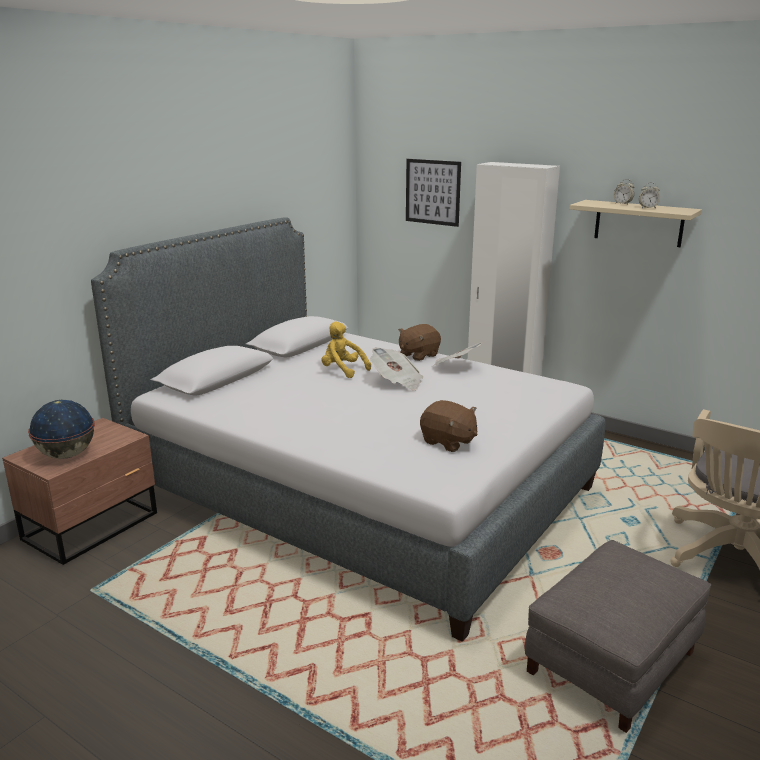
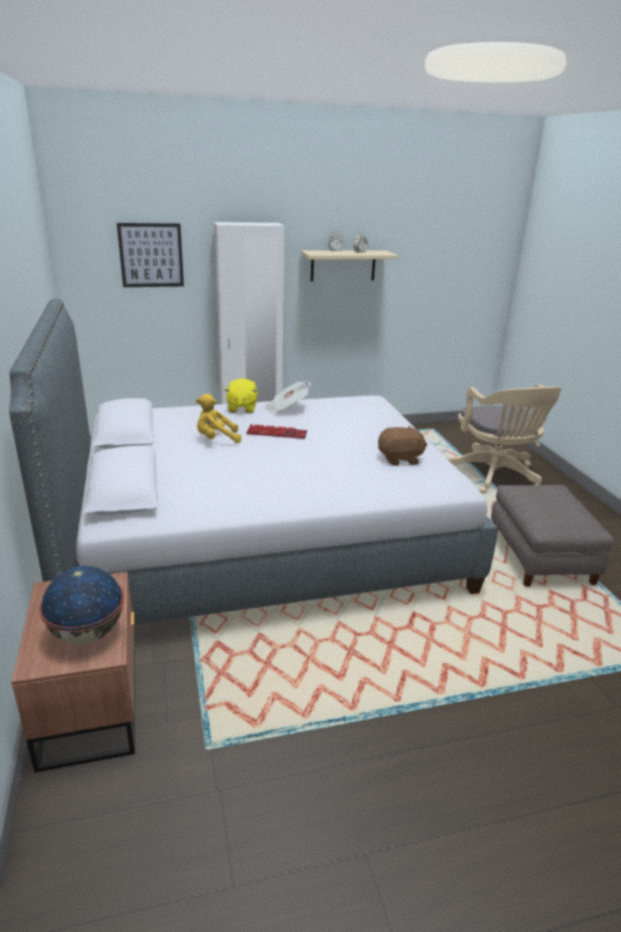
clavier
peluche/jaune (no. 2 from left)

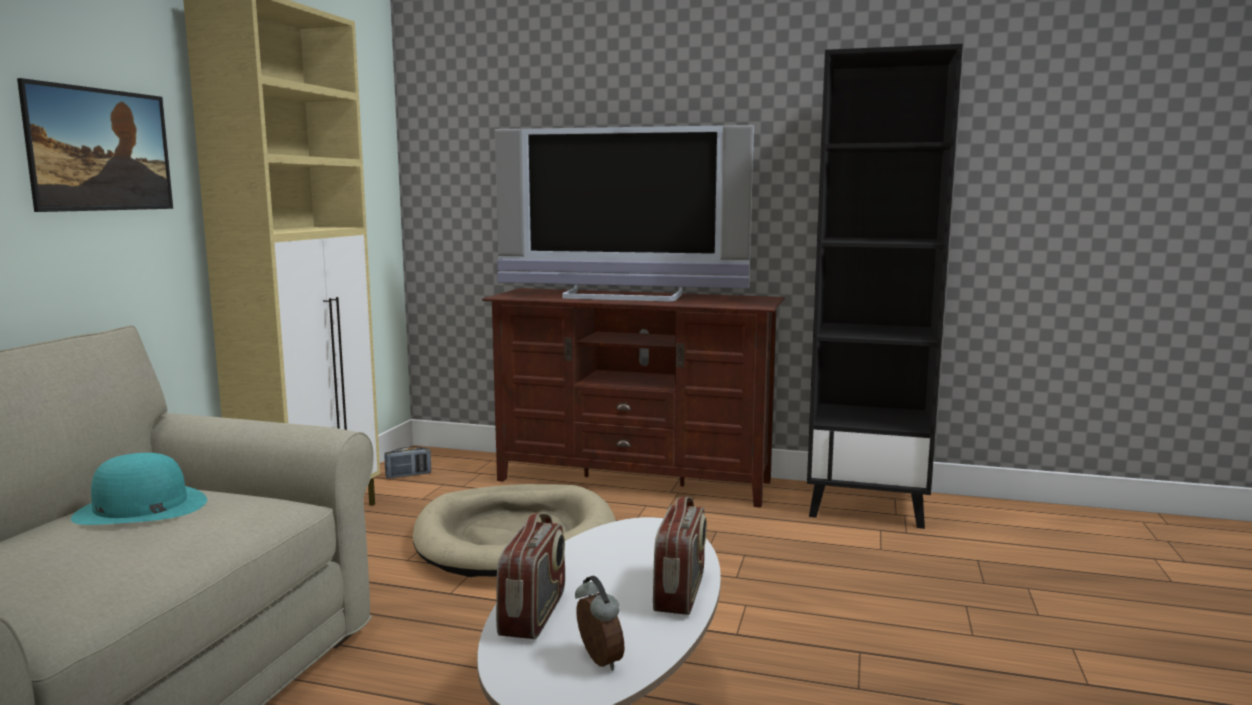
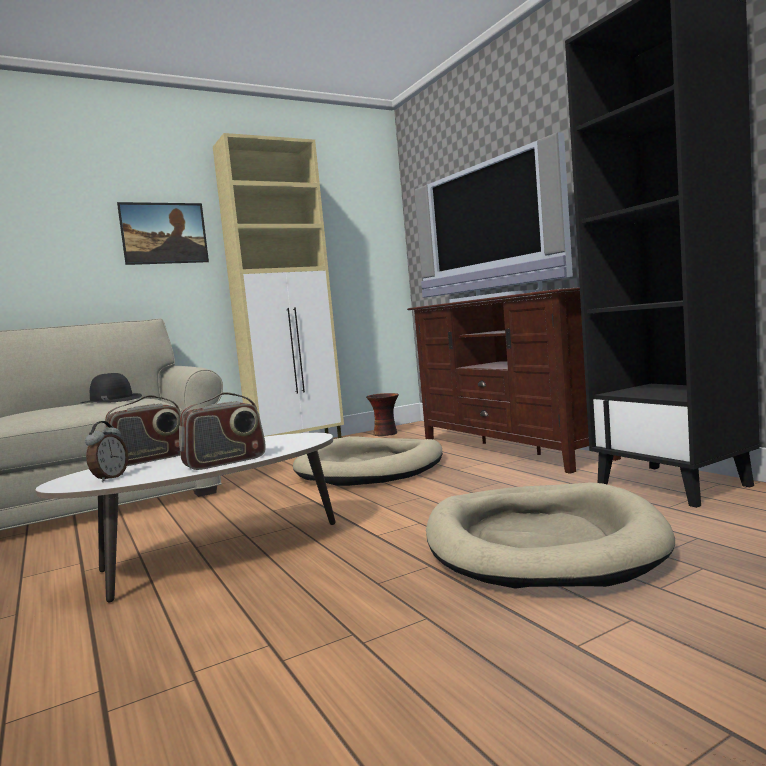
panier pour chien/beige (no. 2 from left)
vase
chapeau/noir

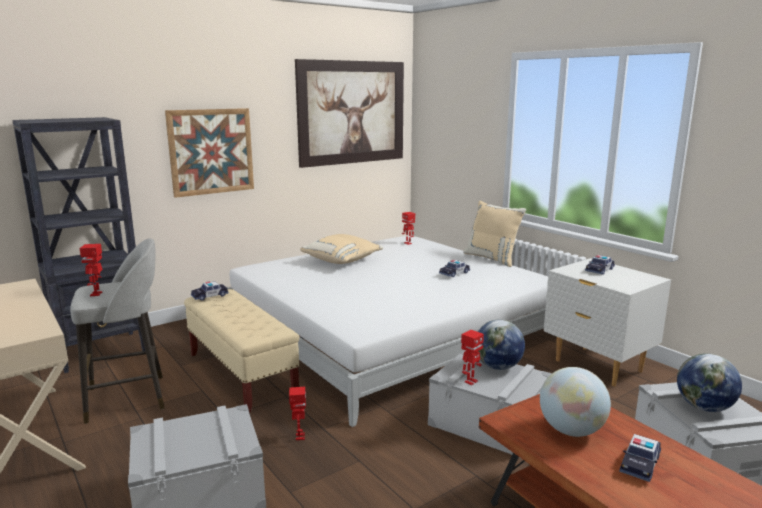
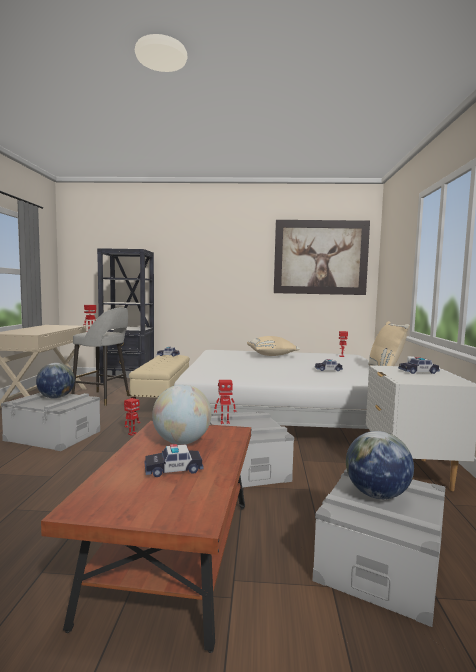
tableau (no. 1 from left in the first image)
globe (no. 1 from left)

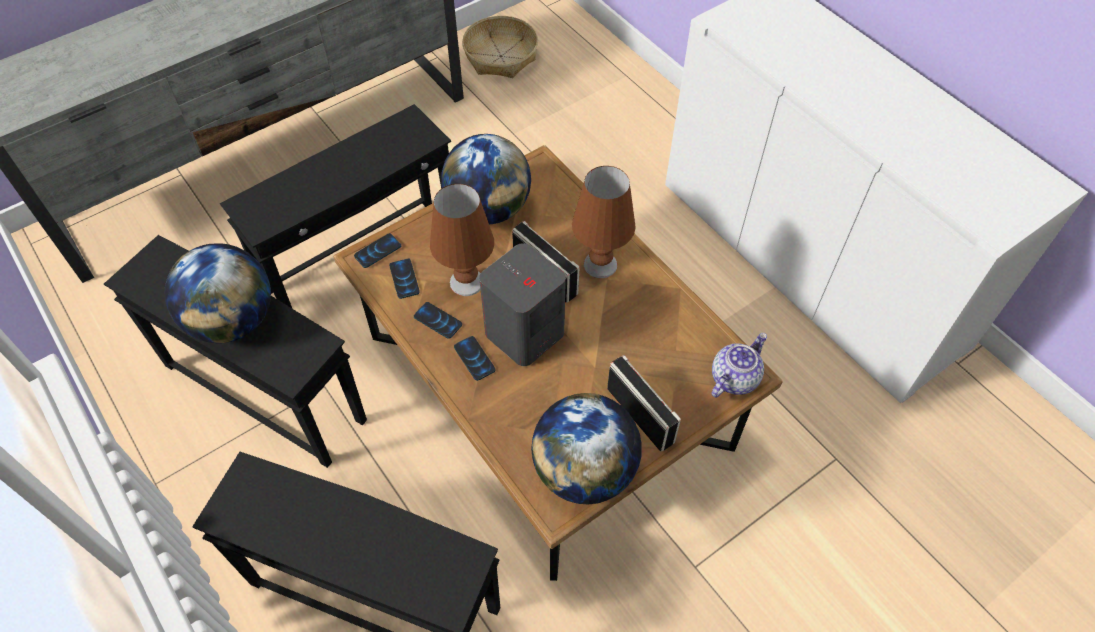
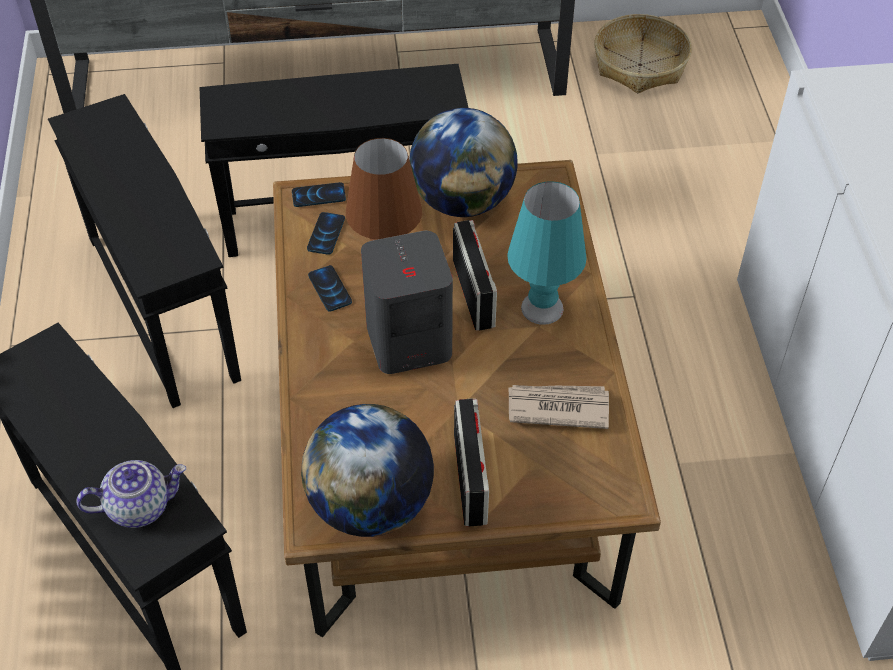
globe (no. 1 from left in the first image)
téléphone (no. 4 from left in the first image)
journal
théière
lampe de table/turquoise

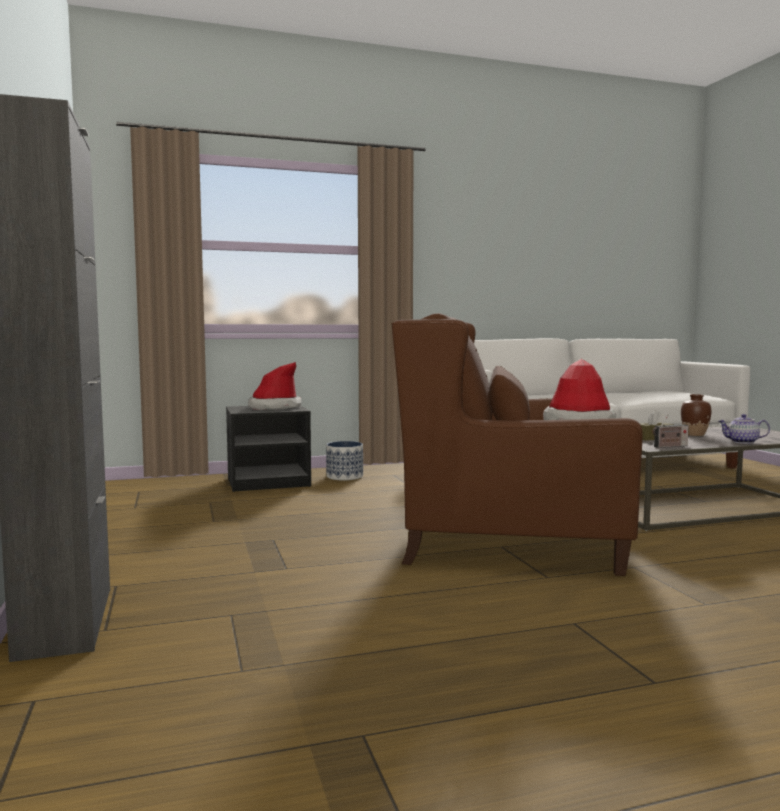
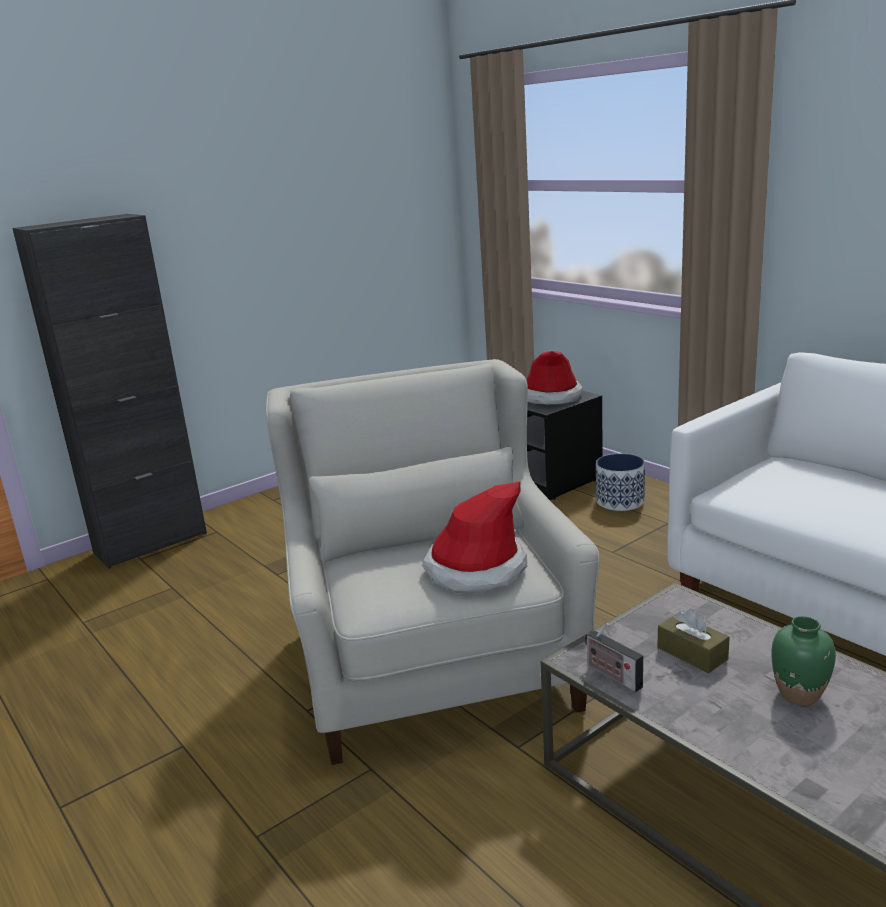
théière
fauteuil/blanc
vase/vert

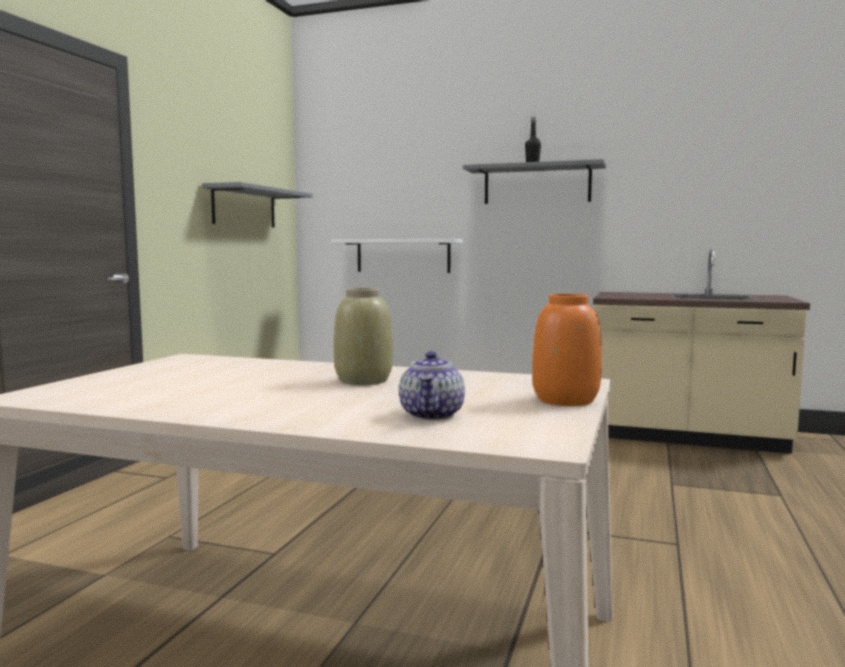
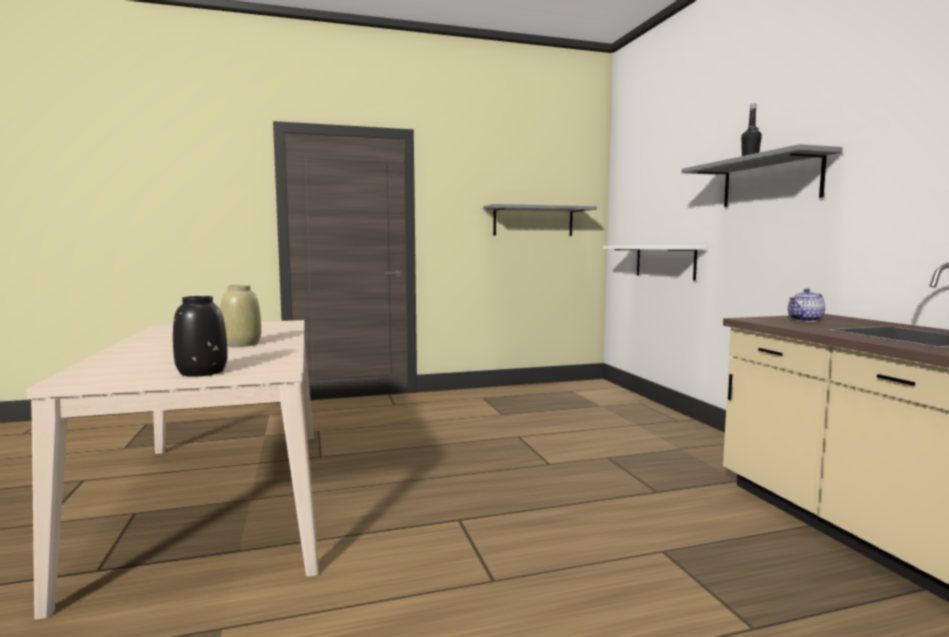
théière
vase/noir

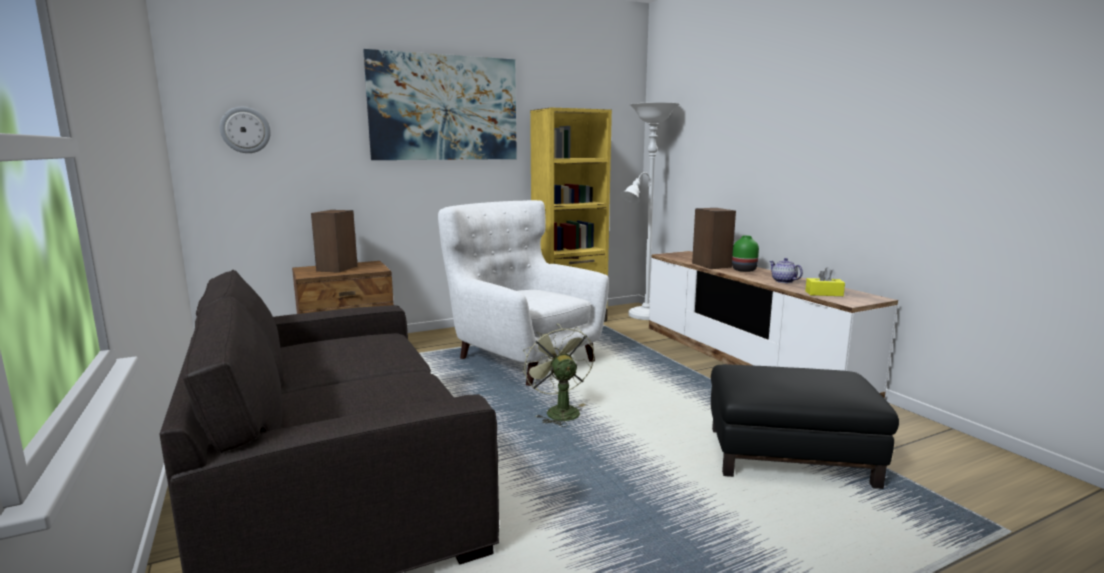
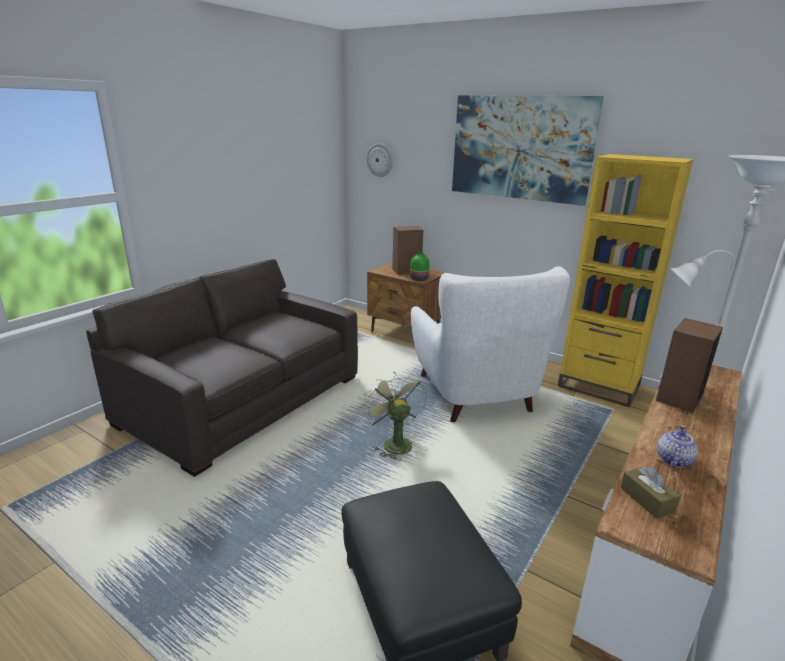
vase/vert
boîte à mouchoirs/marron
fauteuil/blanc
ventilateur/vert

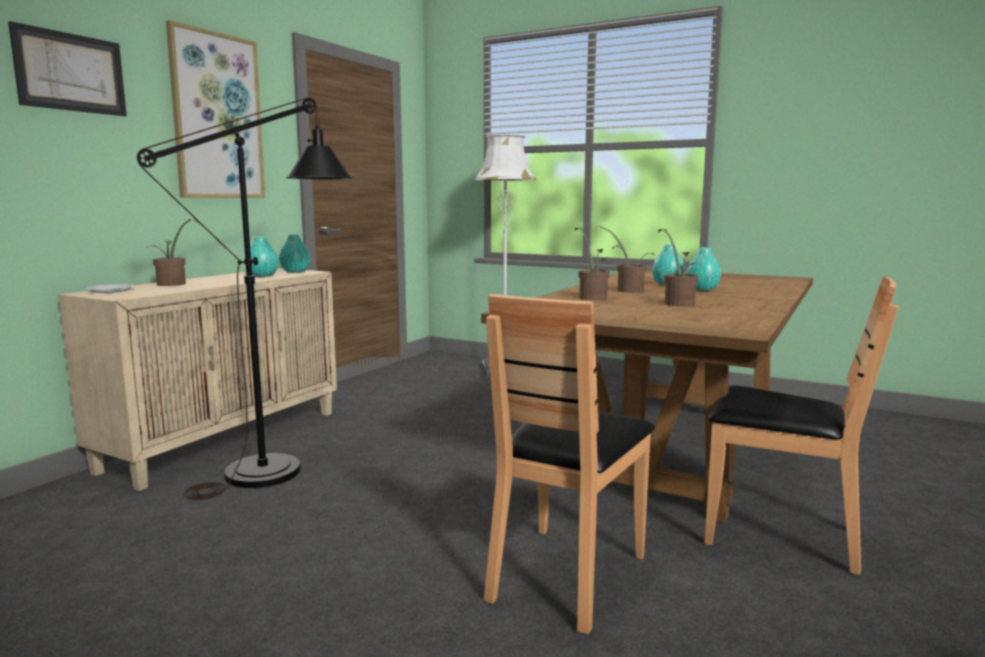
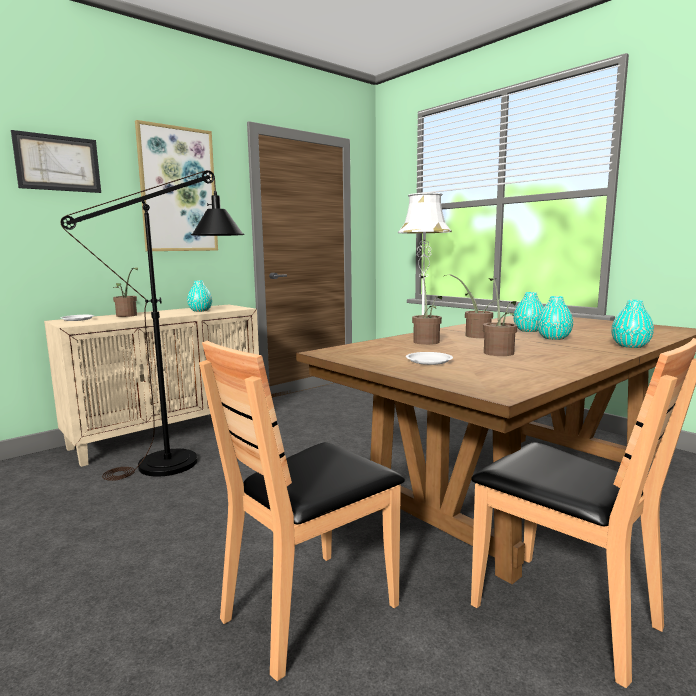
assiette/blanc (no. 2 from left)
vase/turquoise (no. 4 from left)

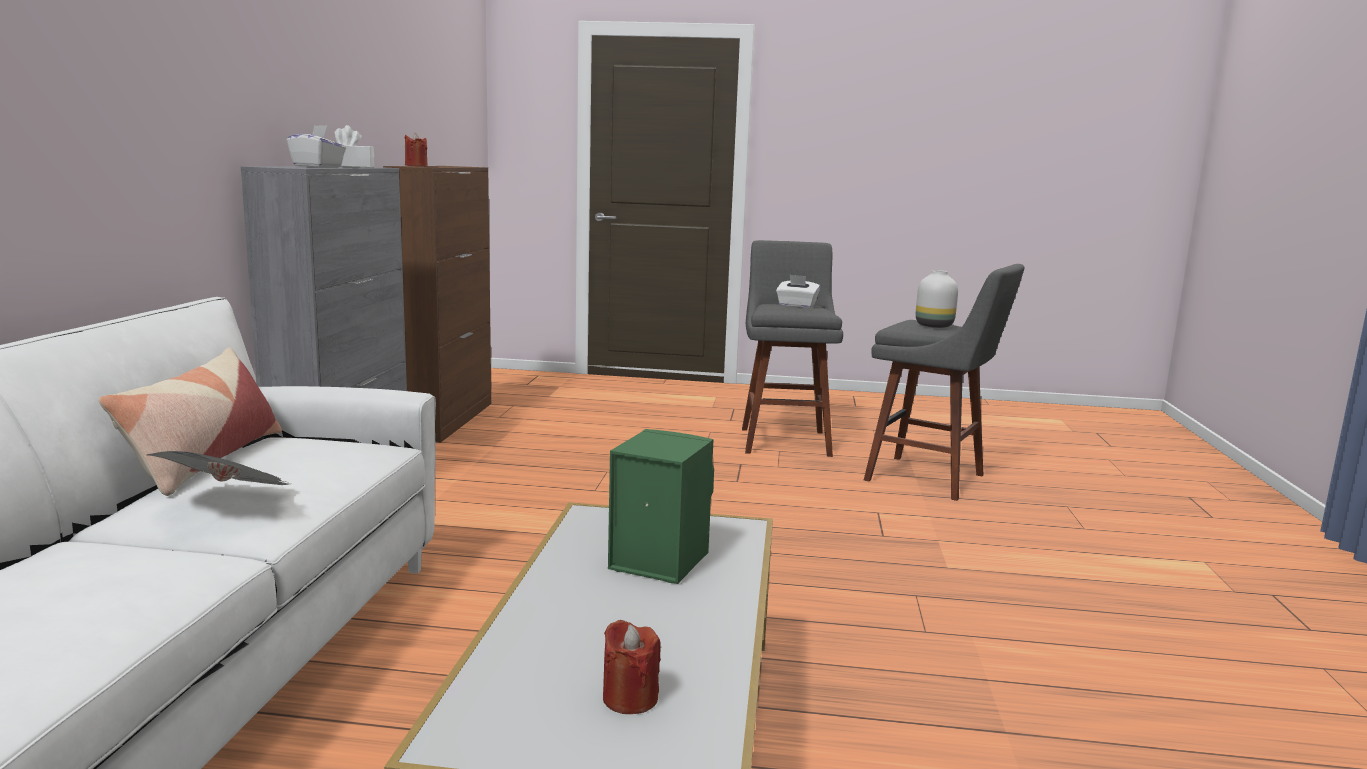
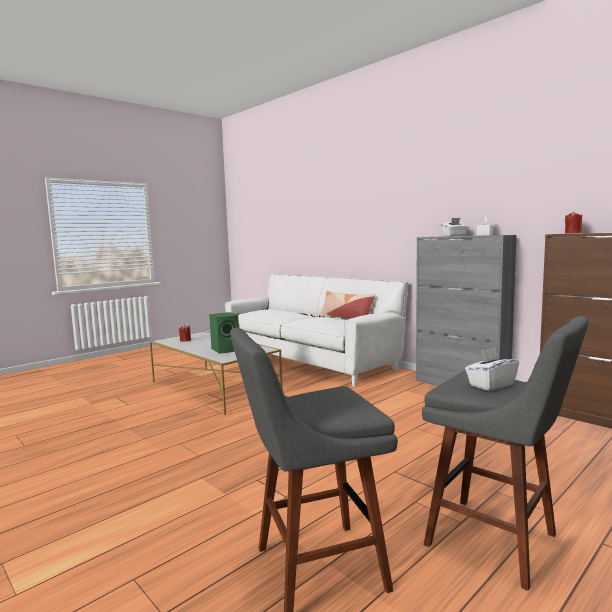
journal
vase/blanc

